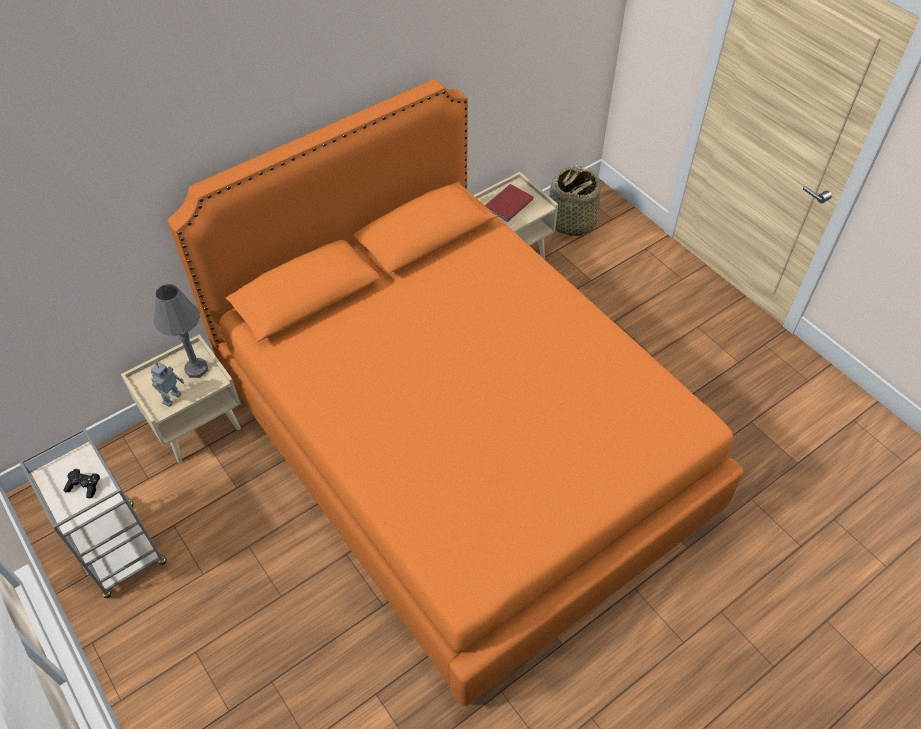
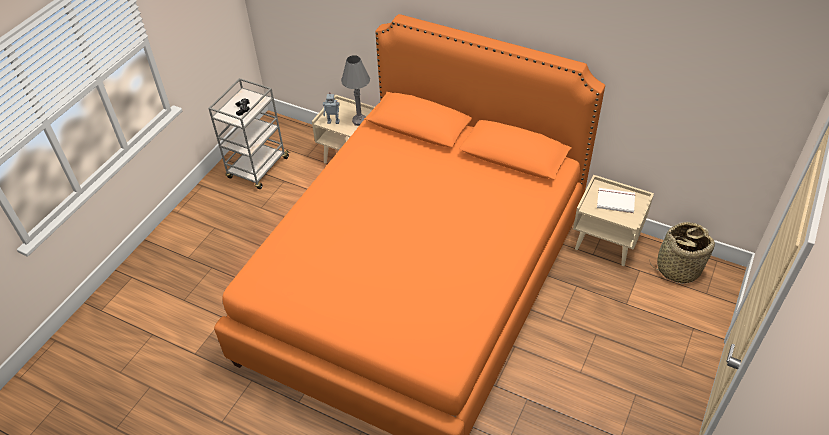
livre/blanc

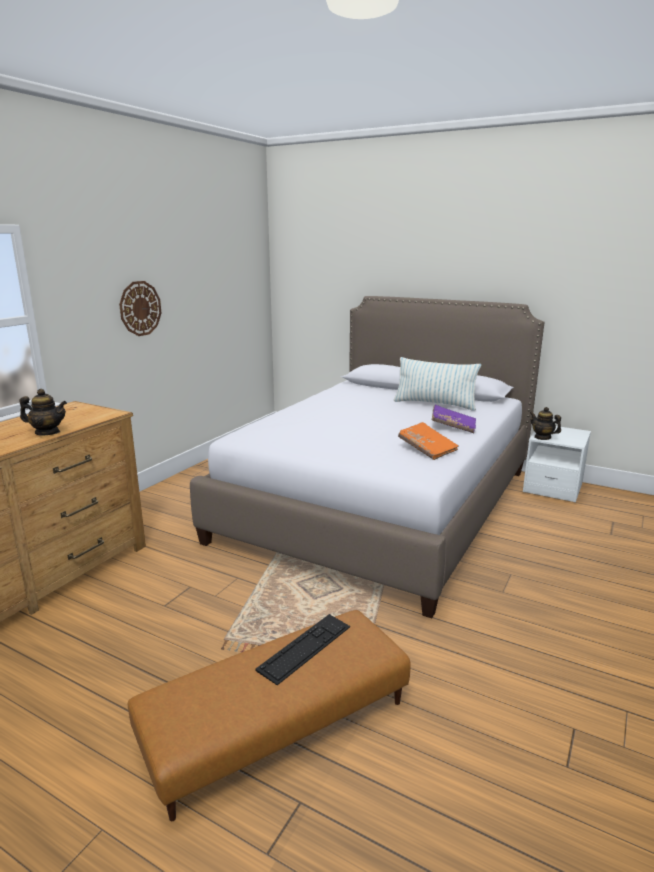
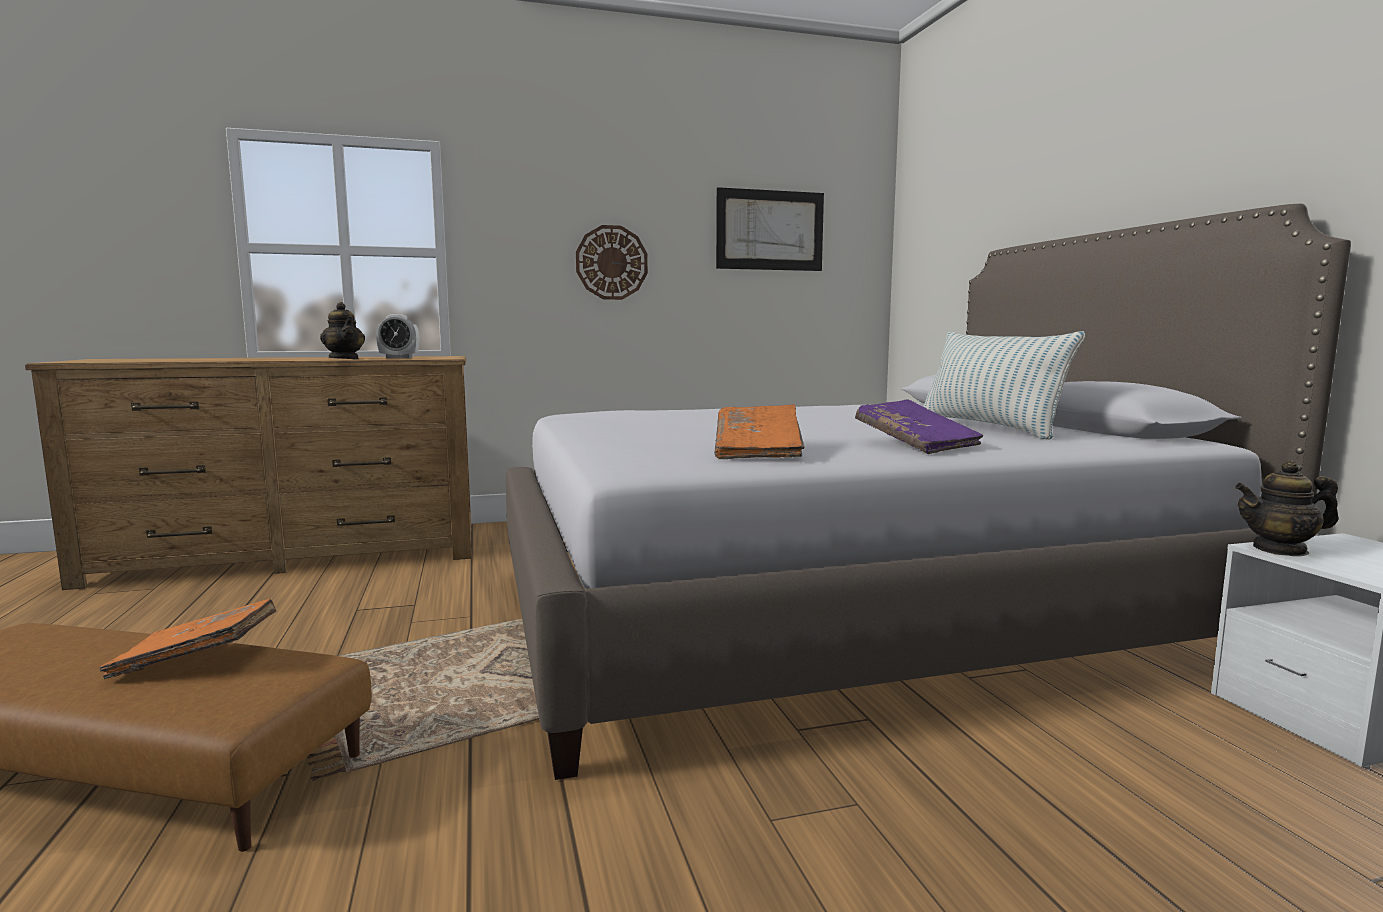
réveil
tableau
livre/orange (no. 1 from left)
théière (no. 2 from left)

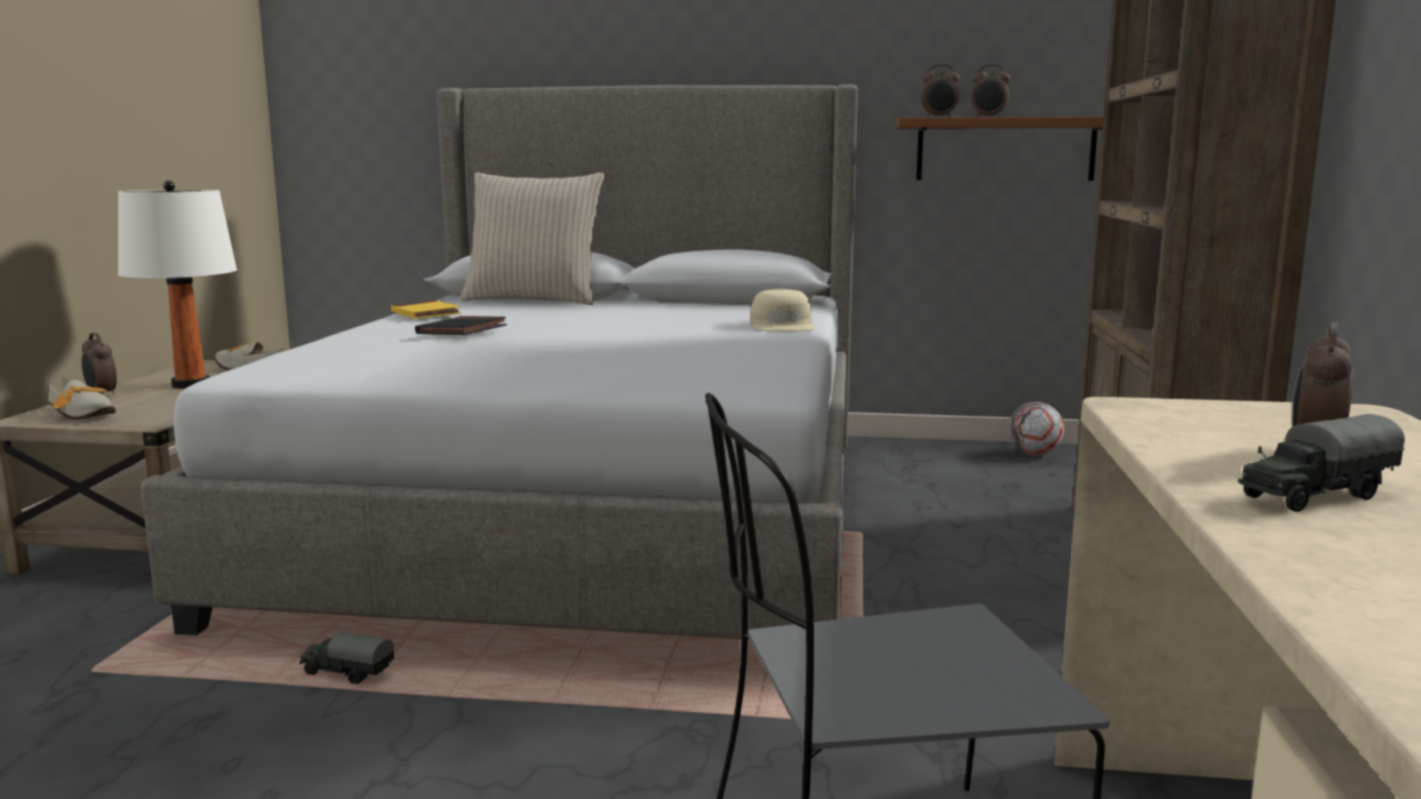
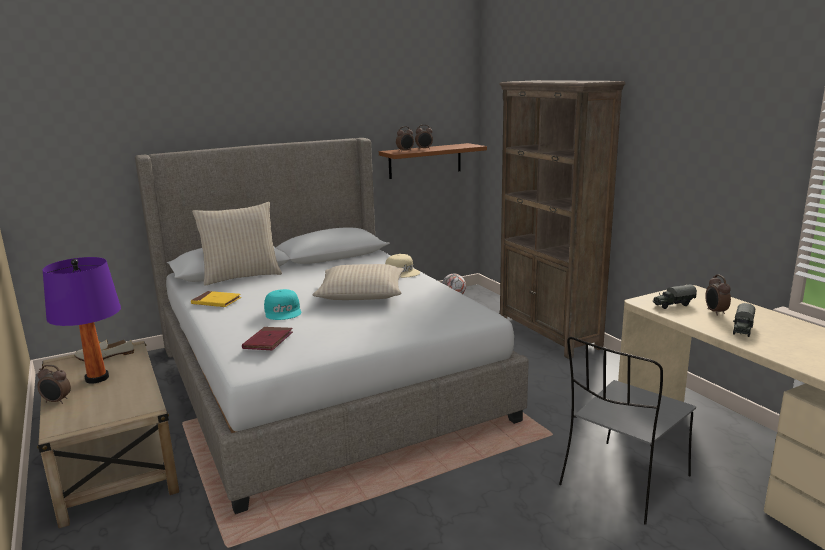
chaussure (no. 1 from left in the first image)
livre/rouge
coussin/beige (no. 2 from left)
camion jouet (no. 1 from left)
casquette/turquoise
lampe de table/violet

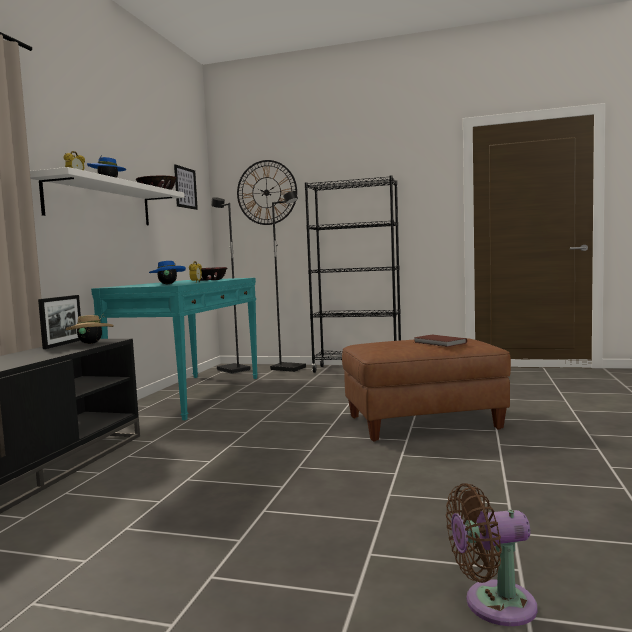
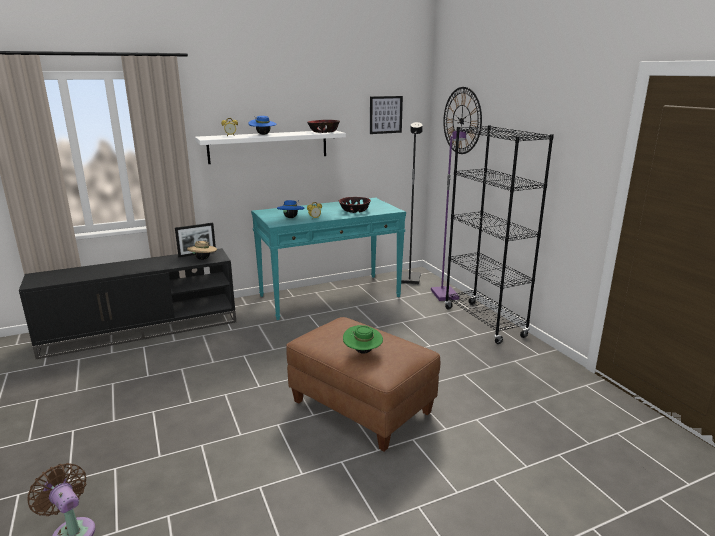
chapeau/vert
lampadaire/violet

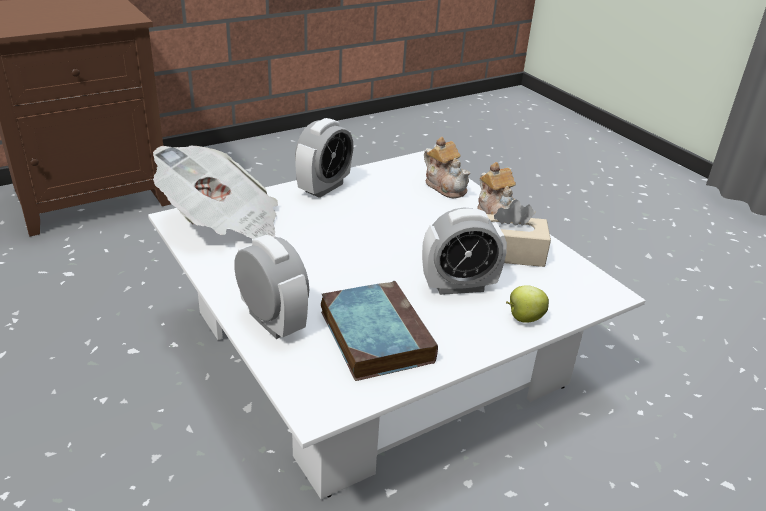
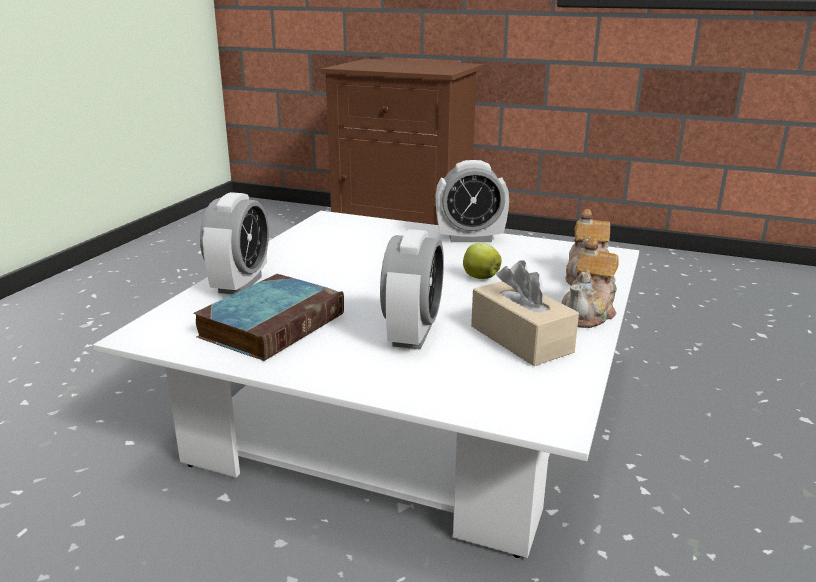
journal
pomme
réveil (no. 2 from left)

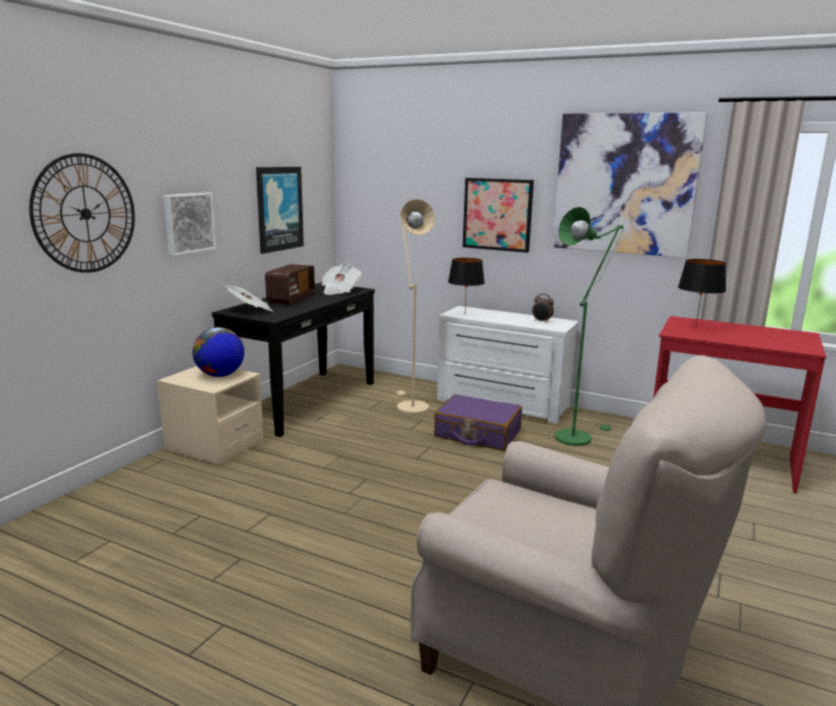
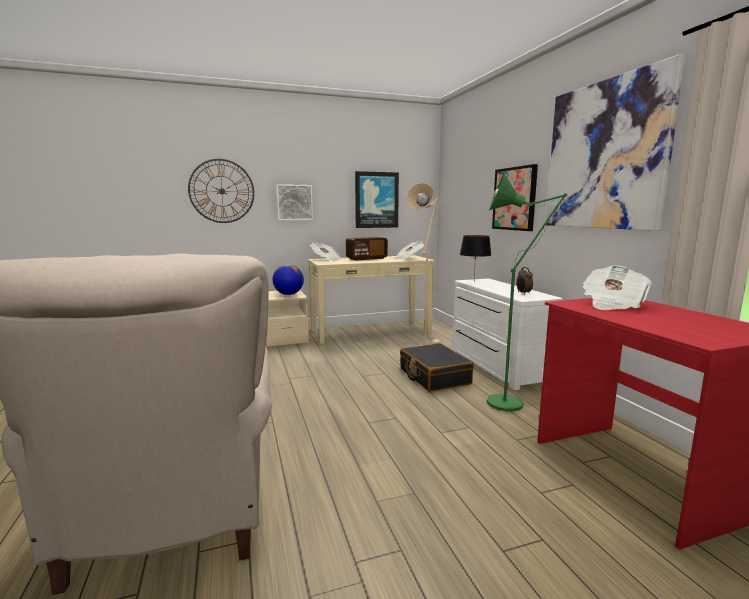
journal (no. 3 from left)
table console/beige
valise/noir

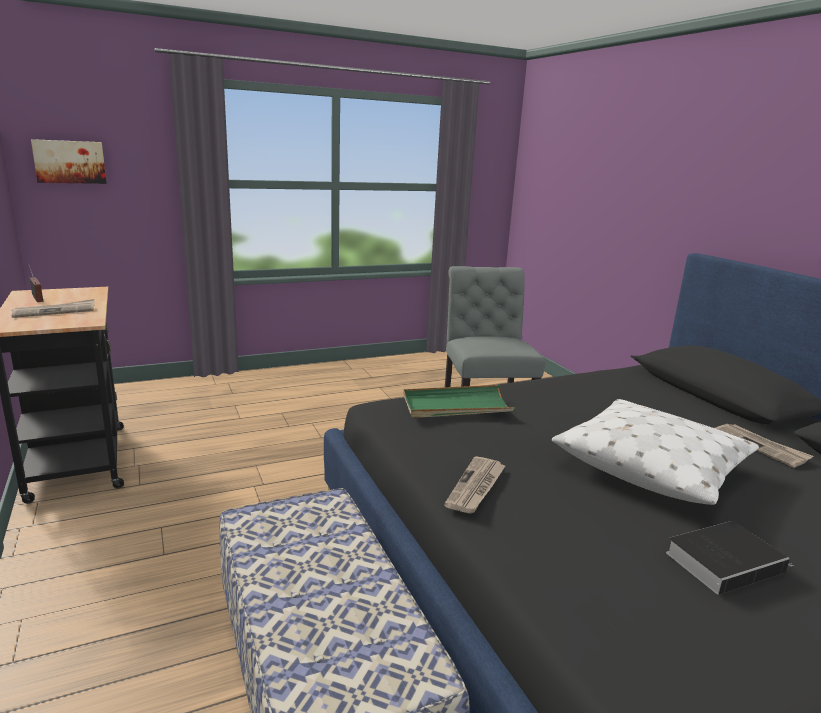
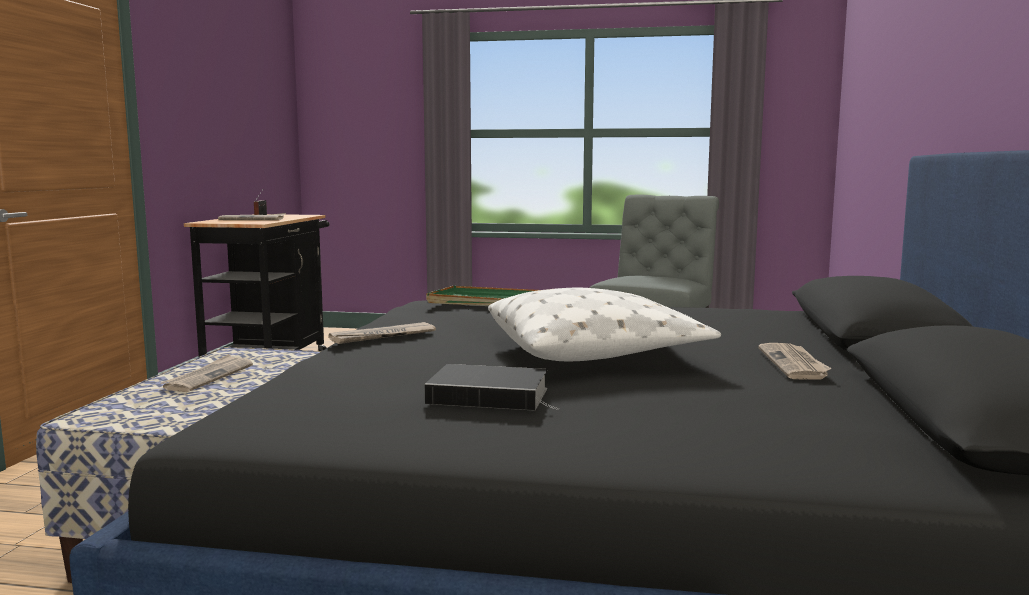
tableau
journal (no. 1 from left)

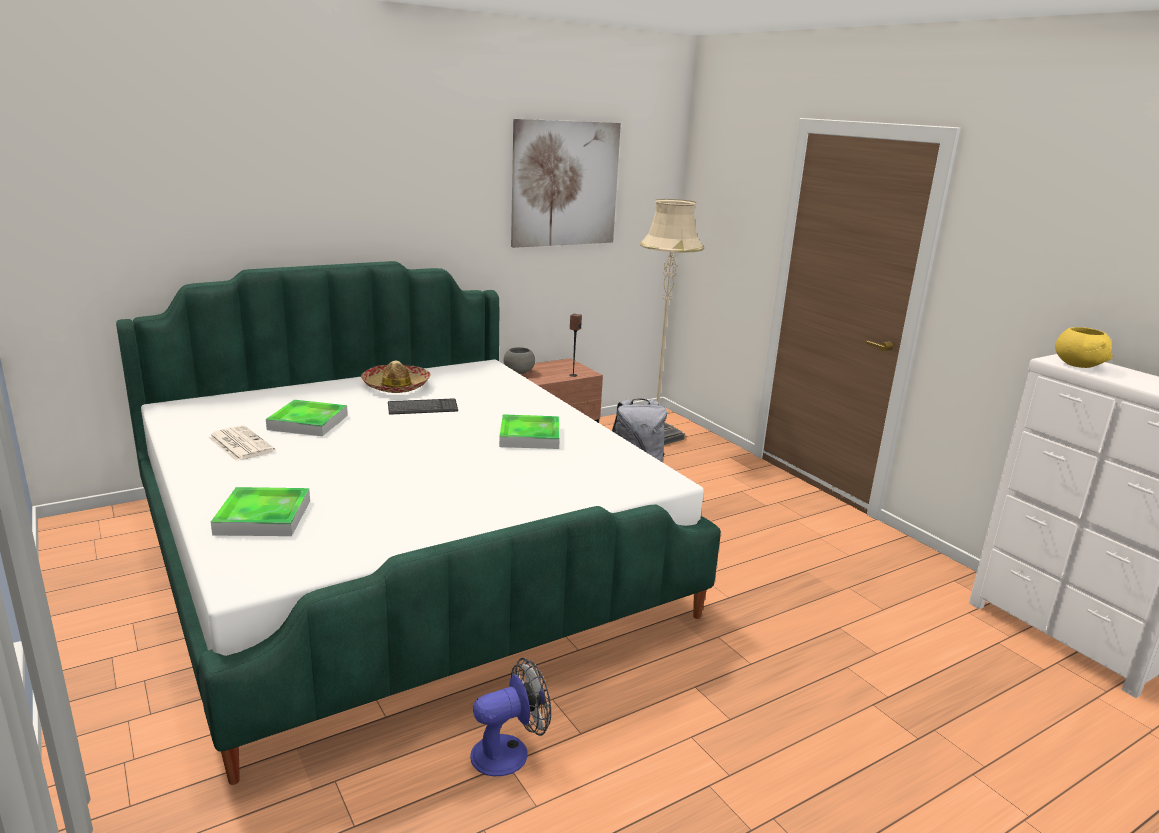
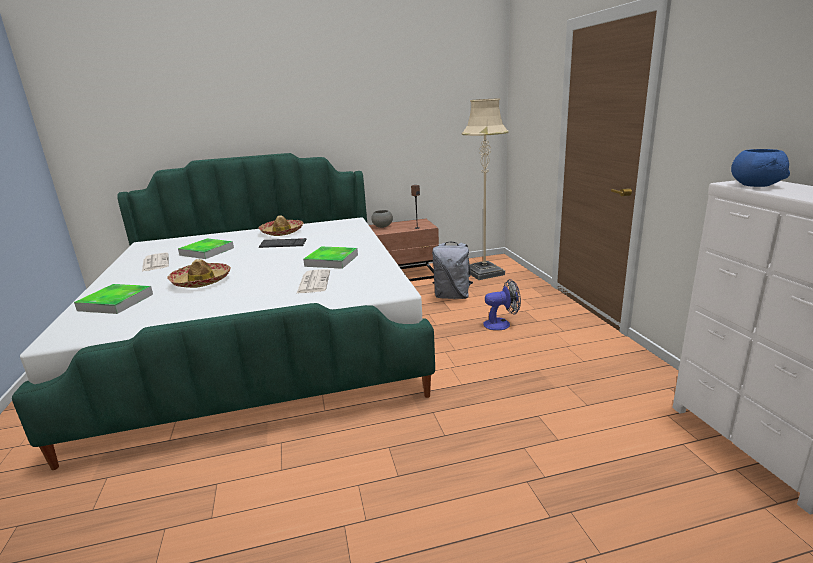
tableau
chapeau (no. 1 from left)
journal (no. 2 from left)
ventilateur
bol/bleu

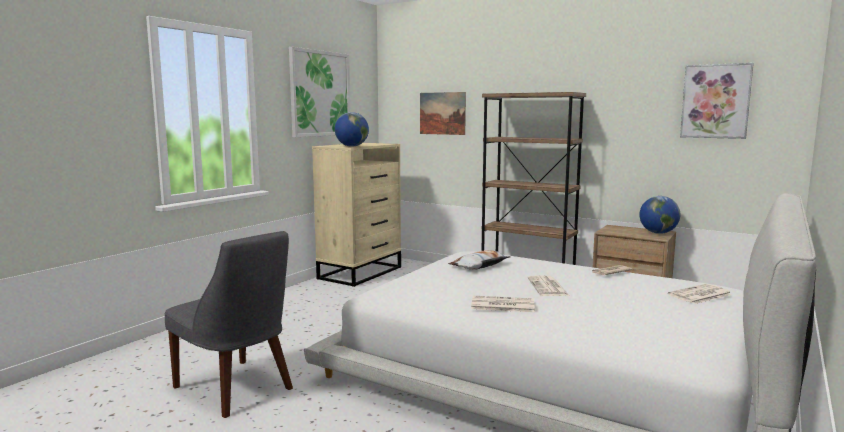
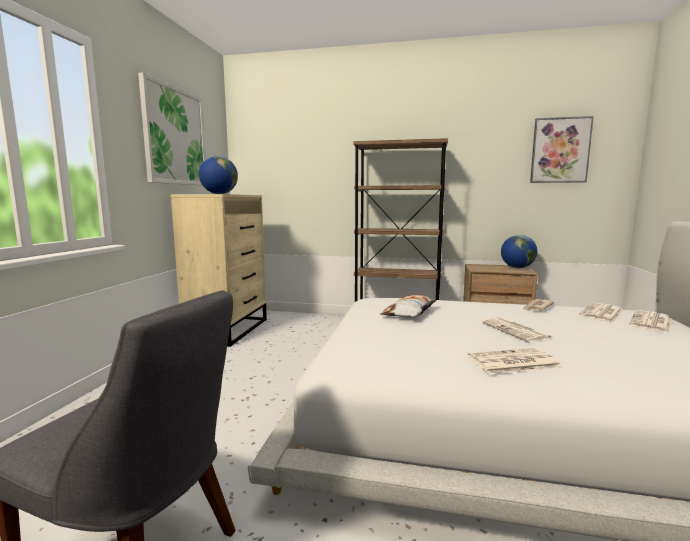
tableau (no. 2 from left in the first image)
journal (no. 4 from left)

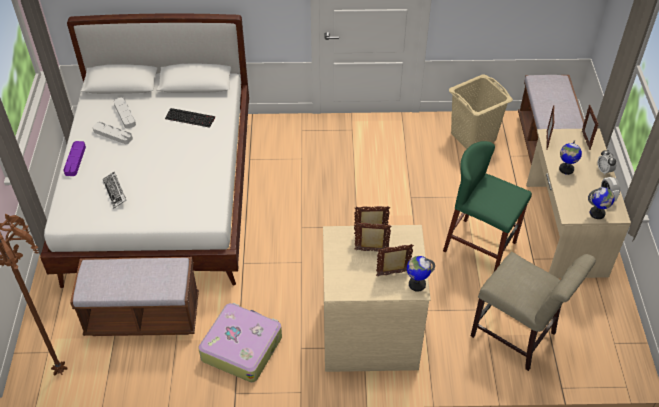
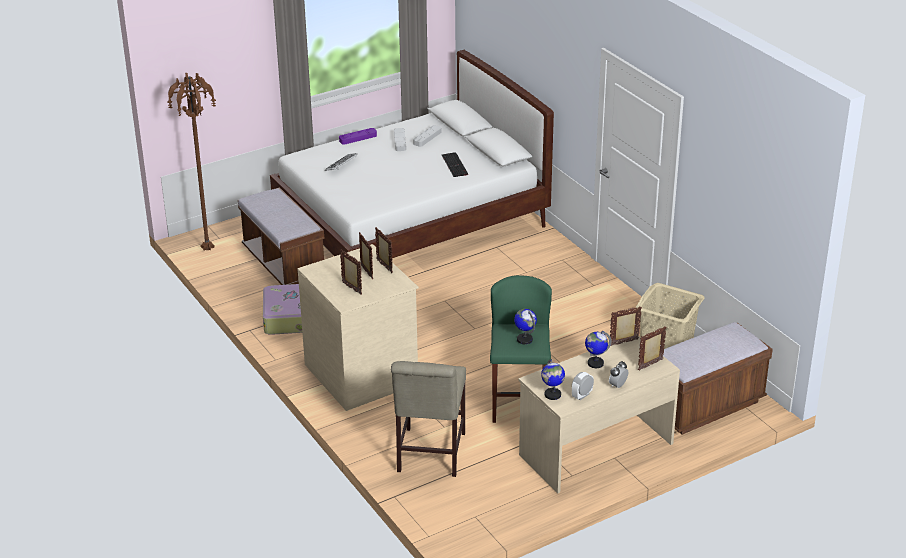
globe (no. 1 from left)

